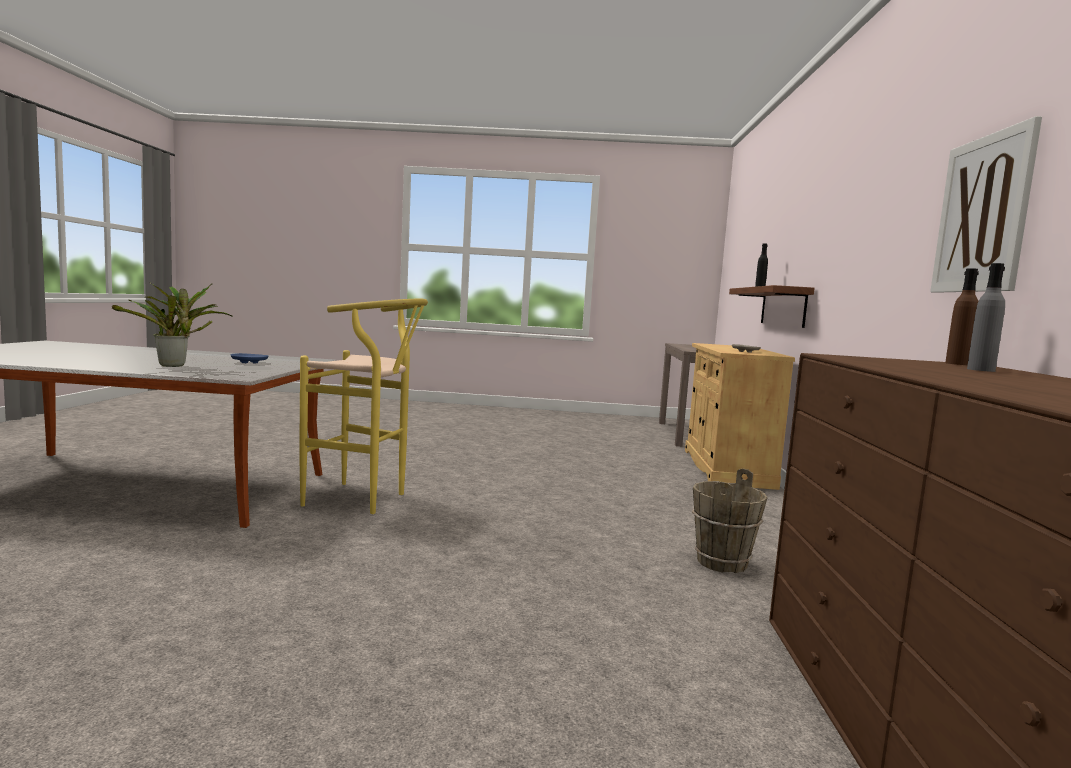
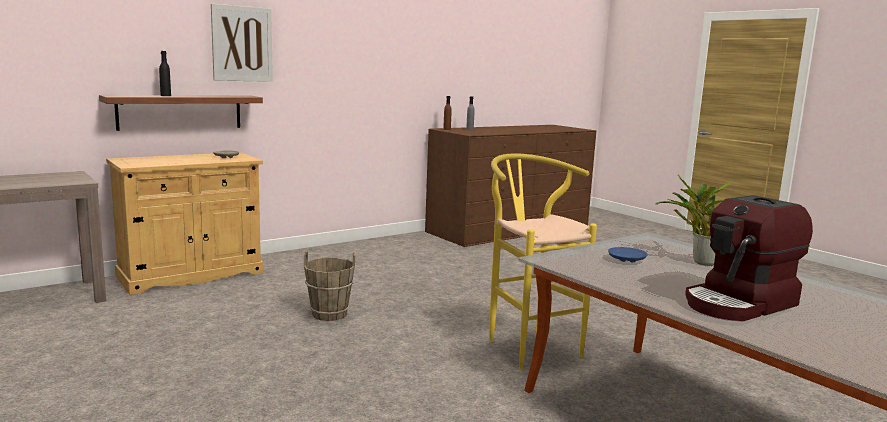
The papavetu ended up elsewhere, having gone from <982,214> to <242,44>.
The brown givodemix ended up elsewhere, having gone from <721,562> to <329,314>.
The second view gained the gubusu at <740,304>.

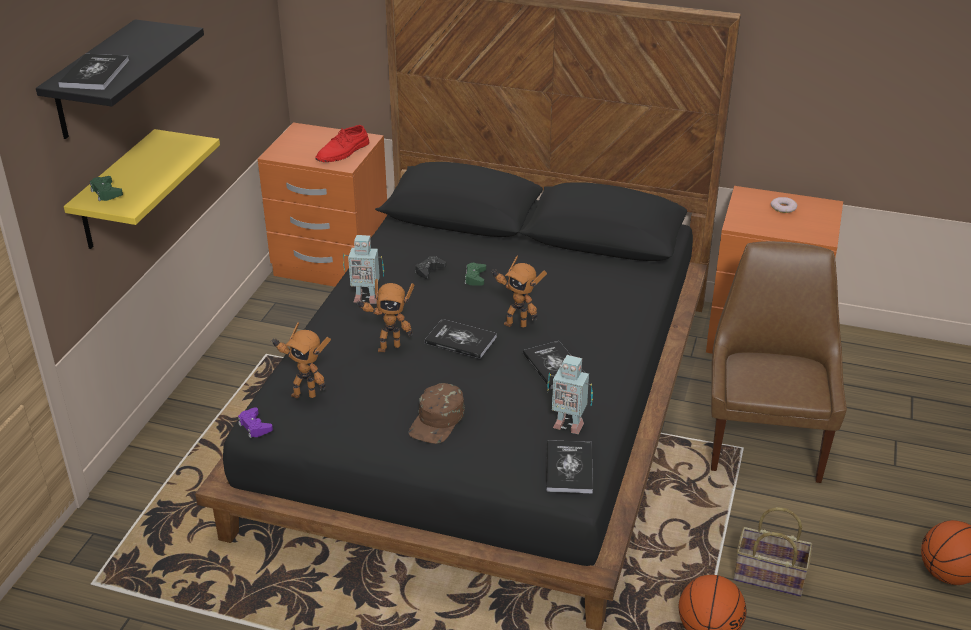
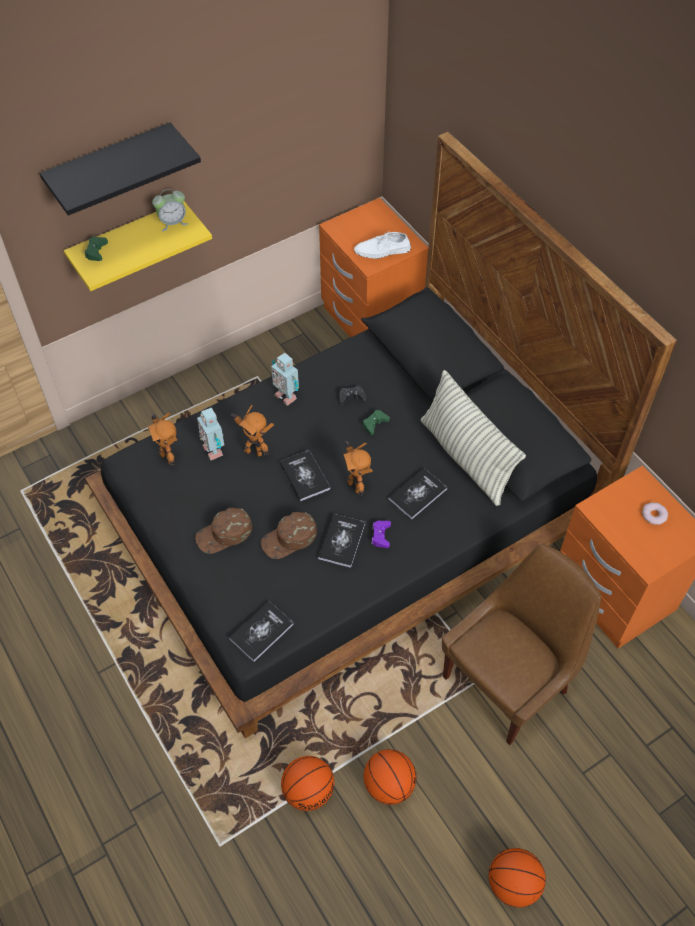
The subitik ended up elsewhere, having gone from <95,73> to <417,494>.
What was the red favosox at <343,152> turned into the white favosox at <382,250>.
The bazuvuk ended up elsewhere, having gone from <568,424> to <214,449>.
The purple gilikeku ended up elsewhere, having gone from <254,426> to <380,536>.
Where the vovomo stood at <767,576>, the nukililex came to stand at <388,784>.
The second view gained the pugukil at <172,222>.
The second view gained the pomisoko at <466,457>.
The second view gained the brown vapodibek at <289,539>.

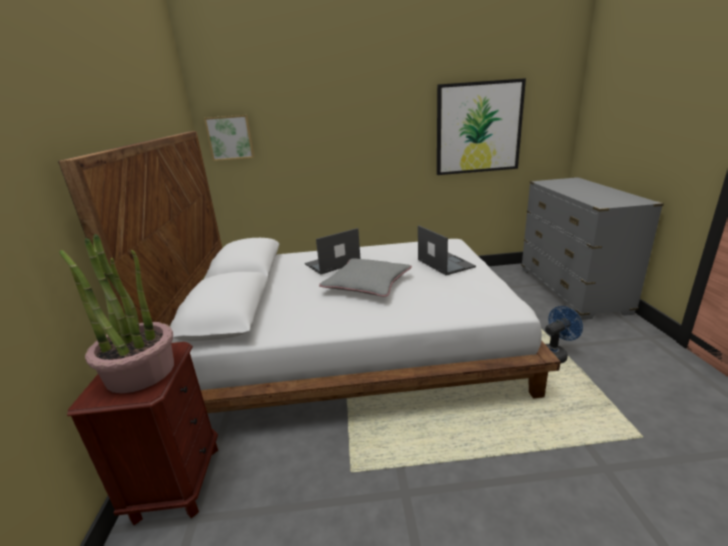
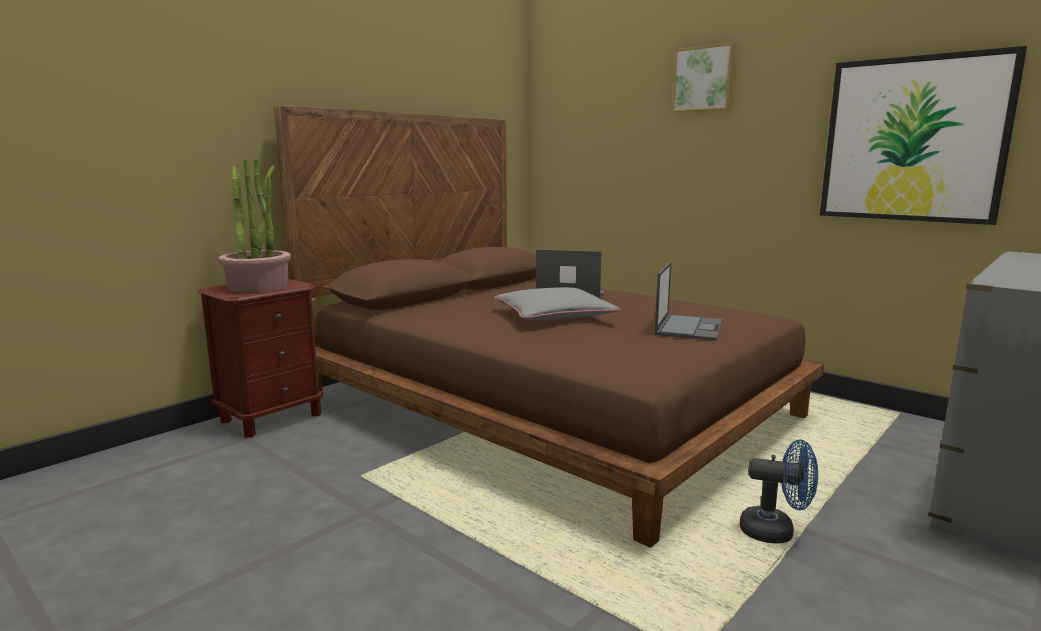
The papavetu ended up elsewhere, having gone from <230,137> to <704,79>.
What was the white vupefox at <353,343> turned into the brown vupefox at <548,405>.

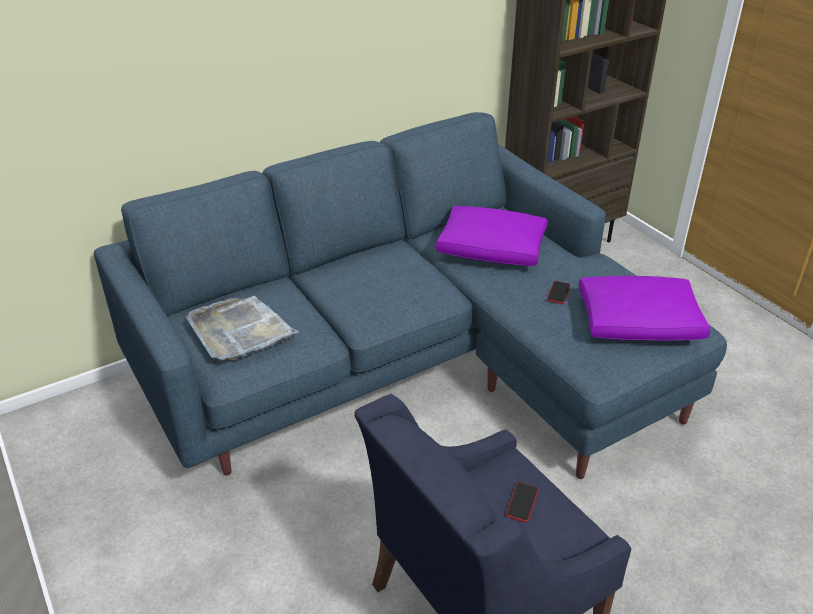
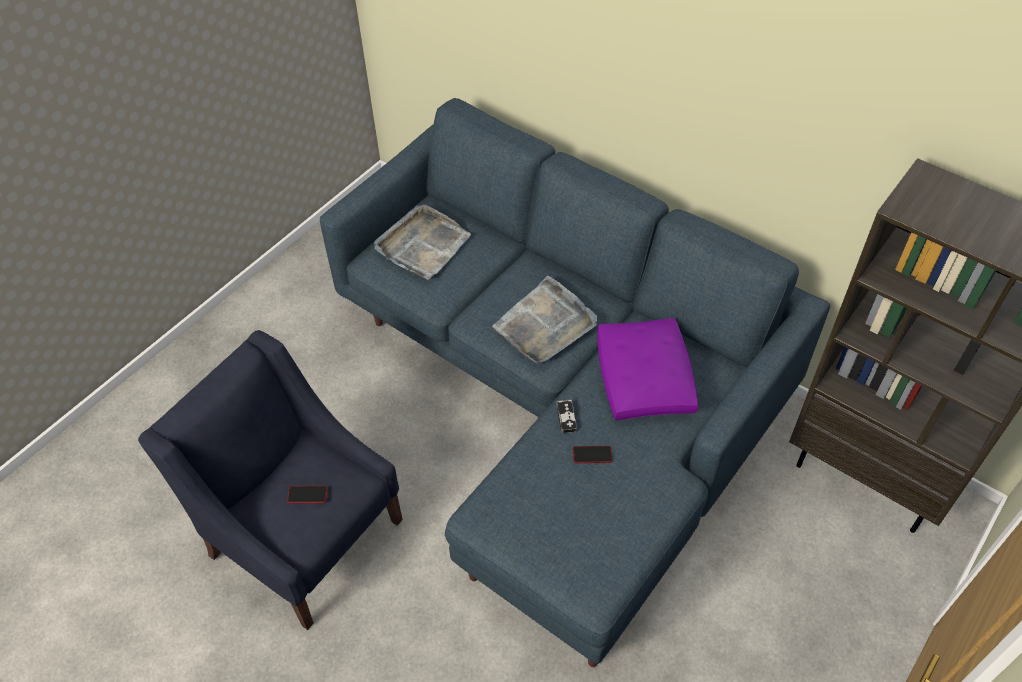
The second view lost the purple pomisoko at <639,322>.
The second view gained the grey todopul at <545,325>.
The second view gained the gilikeku at <566,417>.

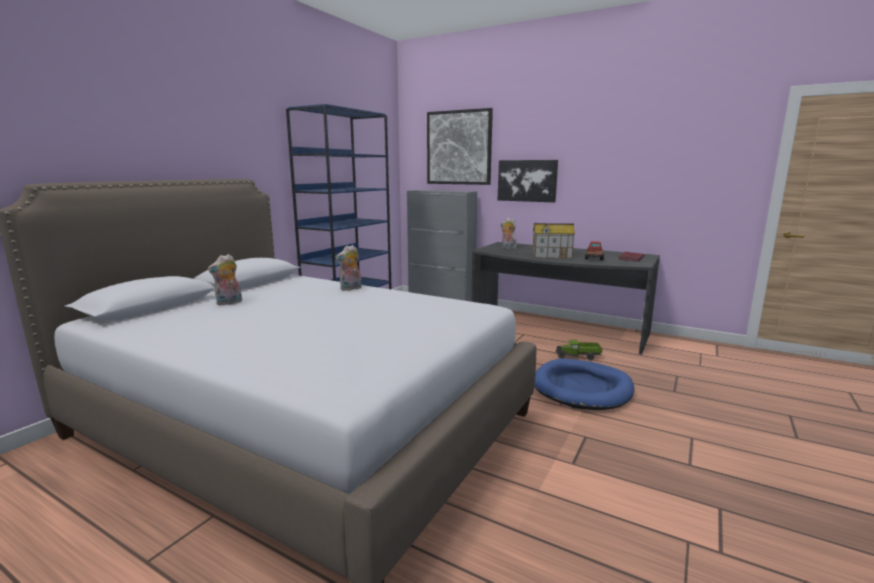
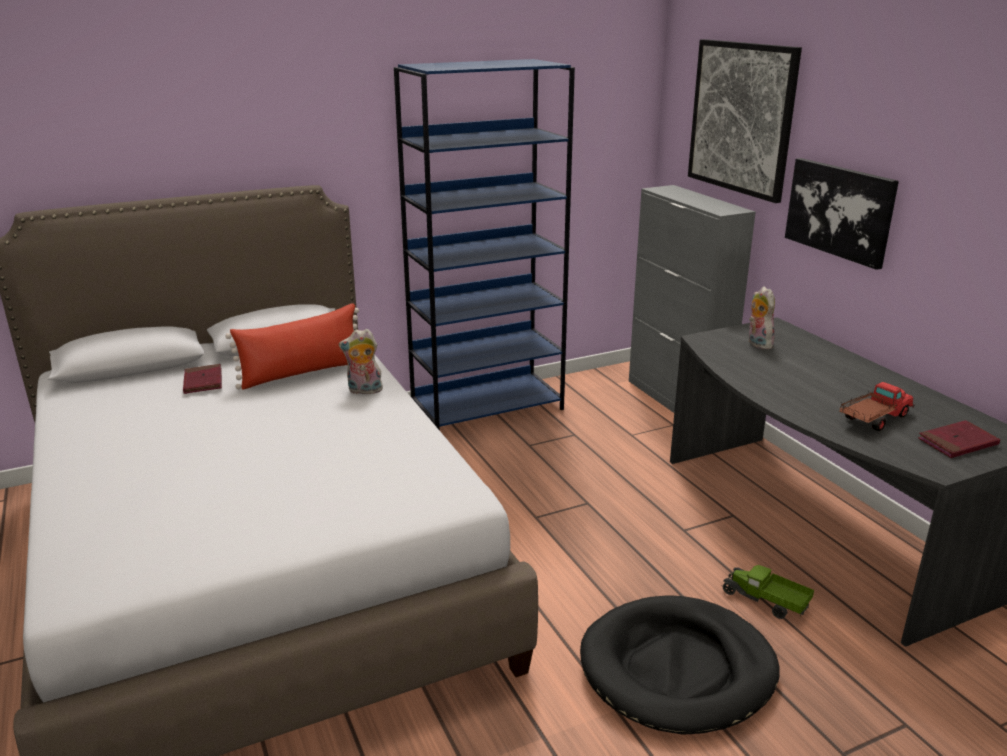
The second view lost the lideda at <552,255>.
Where the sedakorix stood at <229,303>, the red subitik came to stand at <203,382>.
What was the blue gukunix at <582,388> turned into the black gukunix at <677,669>.
The second view gained the red pomisoko at <303,373>.

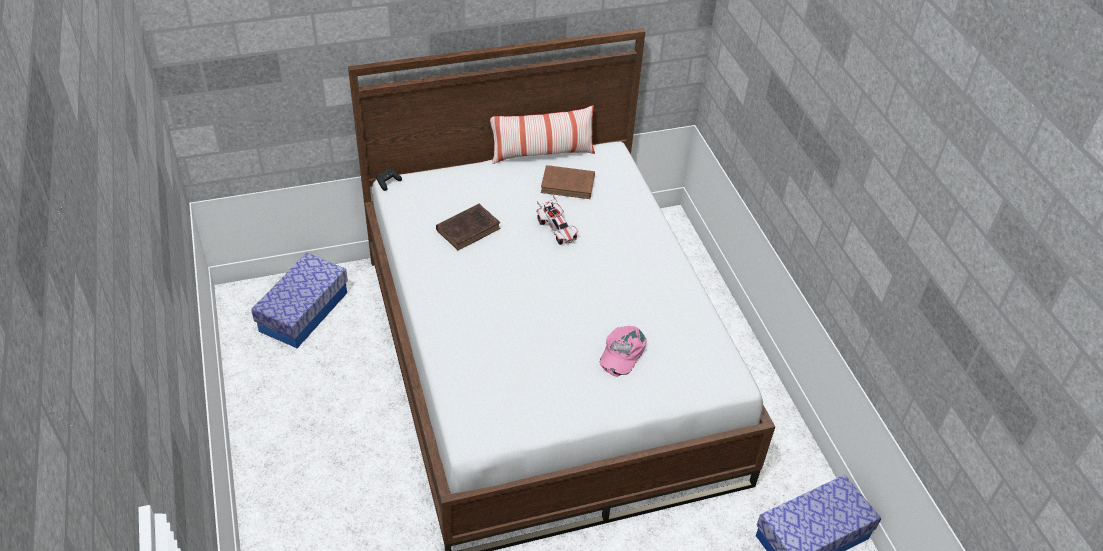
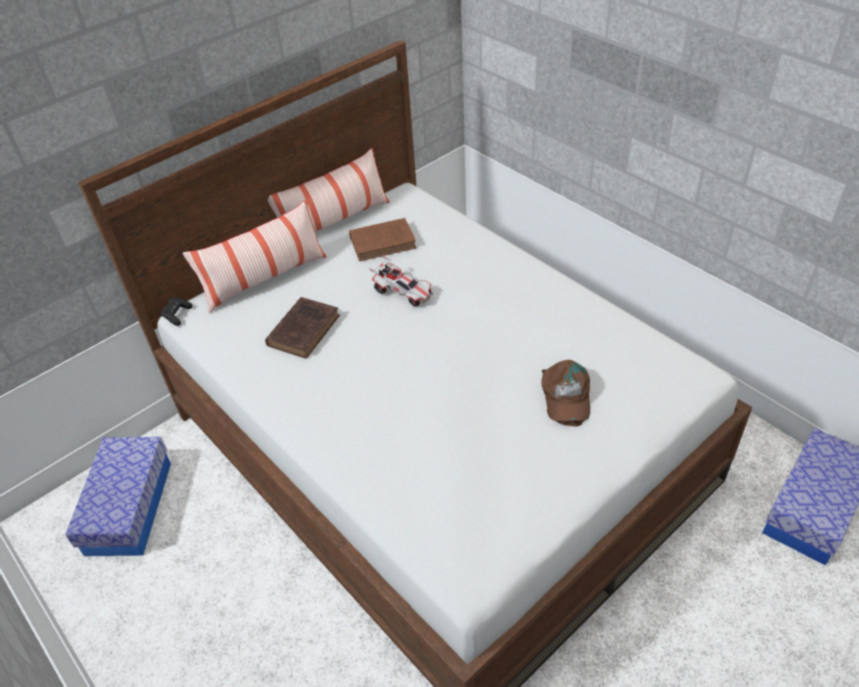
What was the pink vapodibek at <621,353> turned into the brown vapodibek at <565,396>.
The second view gained the pomisoko at <265,279>.

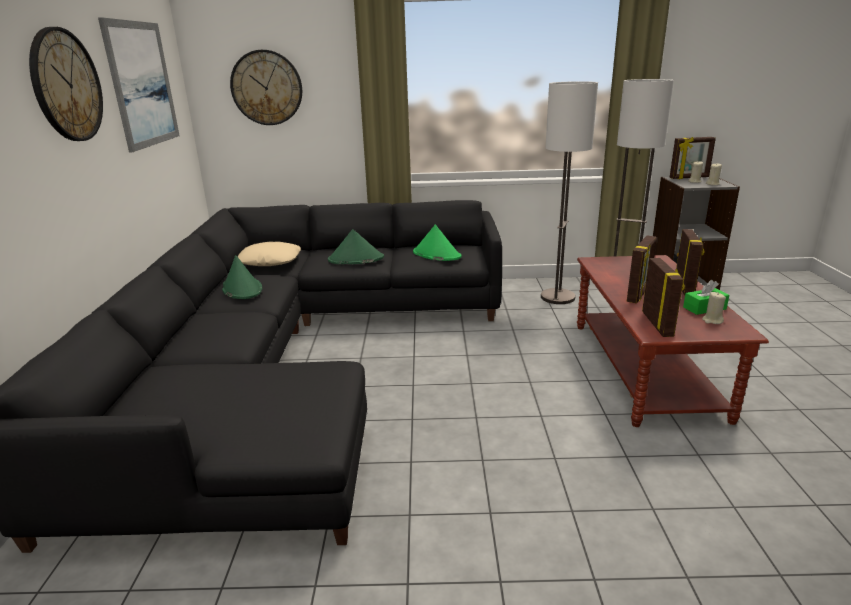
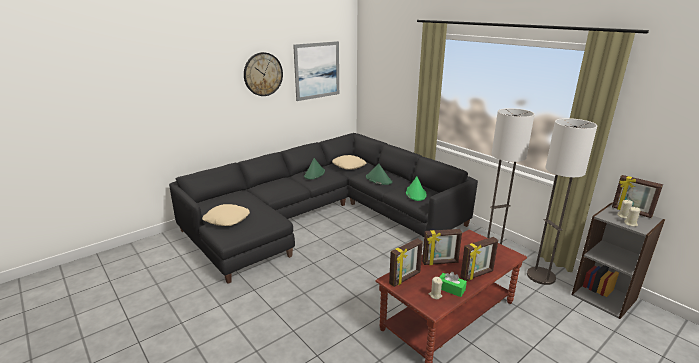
The second view lost the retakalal at <267,88>.
The second view gained the beige pomisoko at <226,219>.

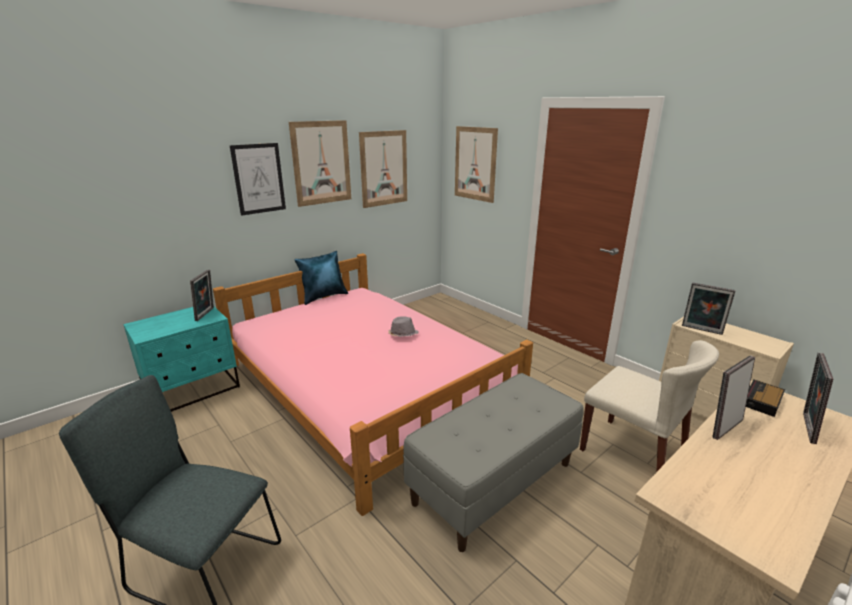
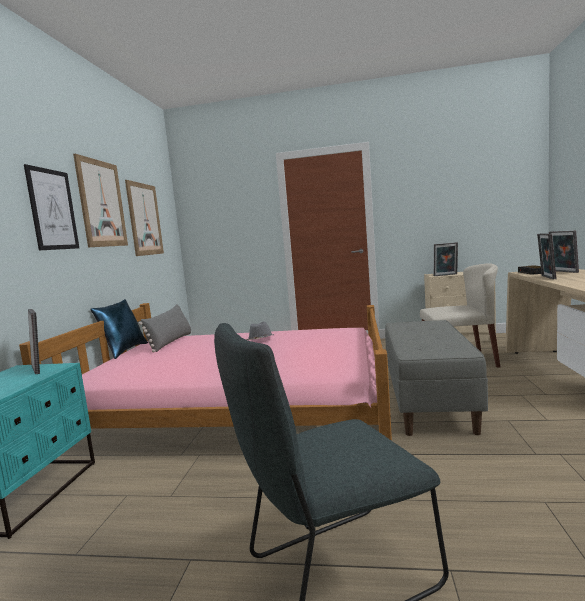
The second view lost the papavetu at <475,164>.
The second view gained the grey pomisoko at <170,342>.

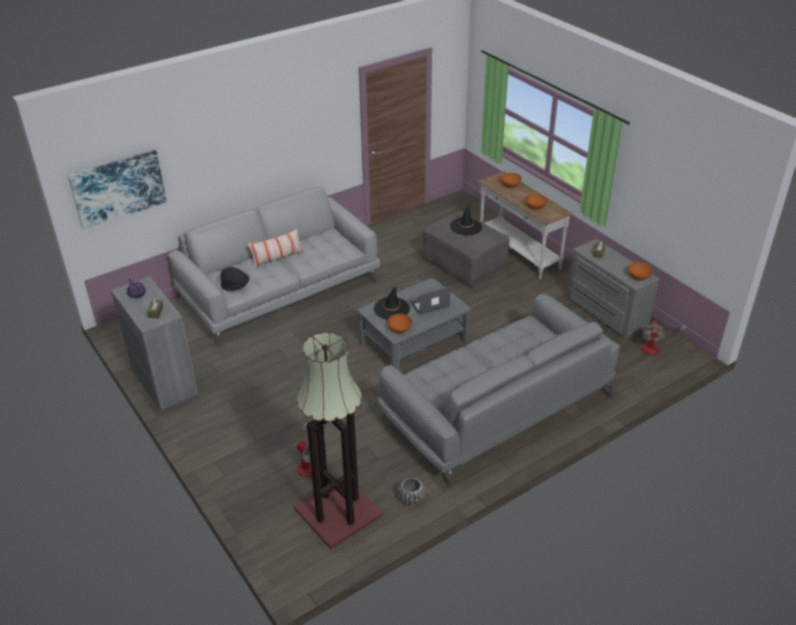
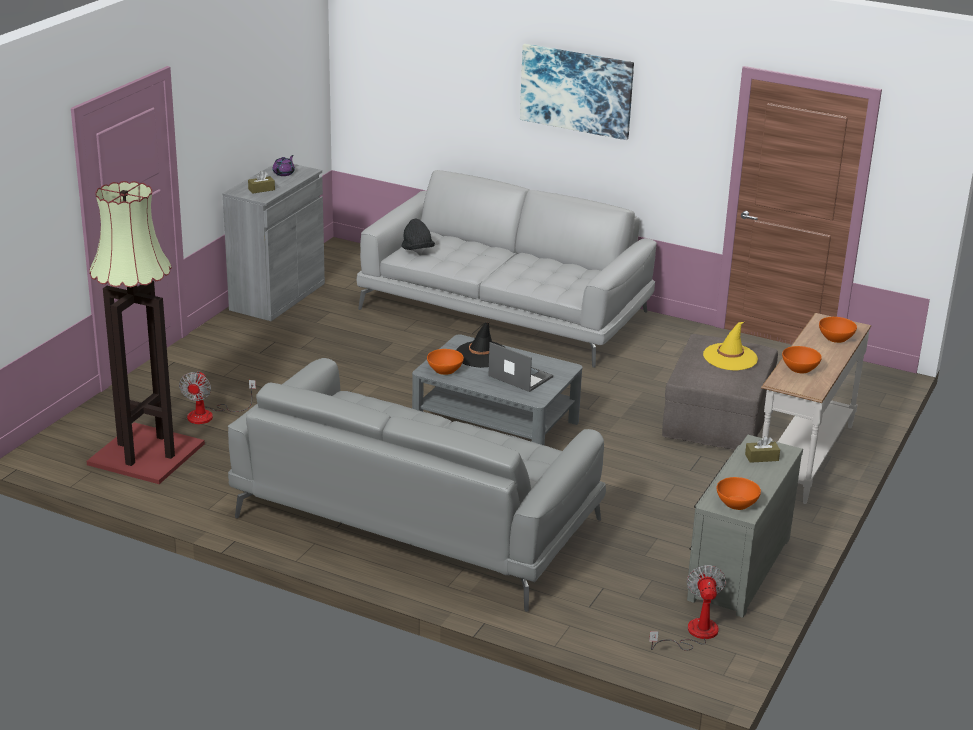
The papavetu ended up elsewhere, having gone from <118,188> to <576,90>.
What was the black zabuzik at <466,227> turned into the yellow zabuzik at <730,357>.
The second view lost the pomisoko at <277,258>.
The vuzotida at <655,347> ended up facing another way, 105 degrees clockwise from before.
The second view lost the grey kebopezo at <411,498>.

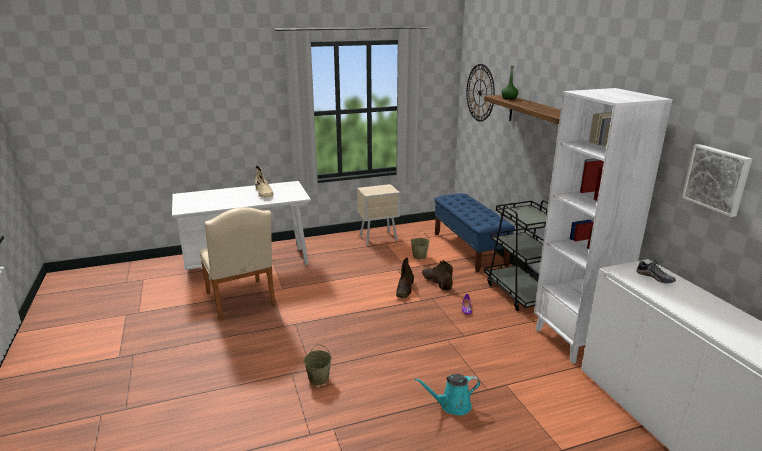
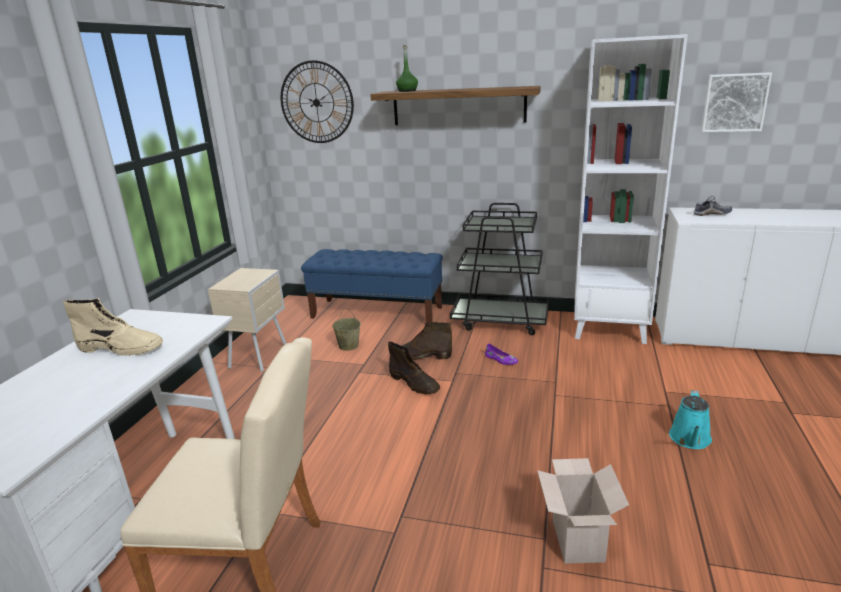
Where the beige givodemix stood at <318,378>, the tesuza came to stand at <575,539>.

